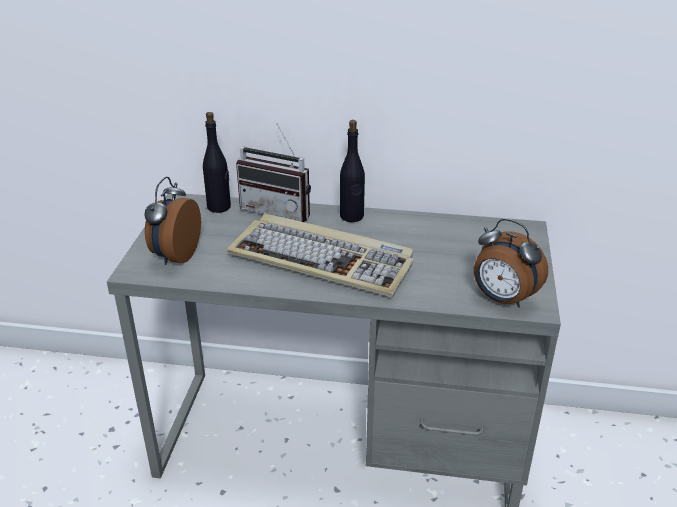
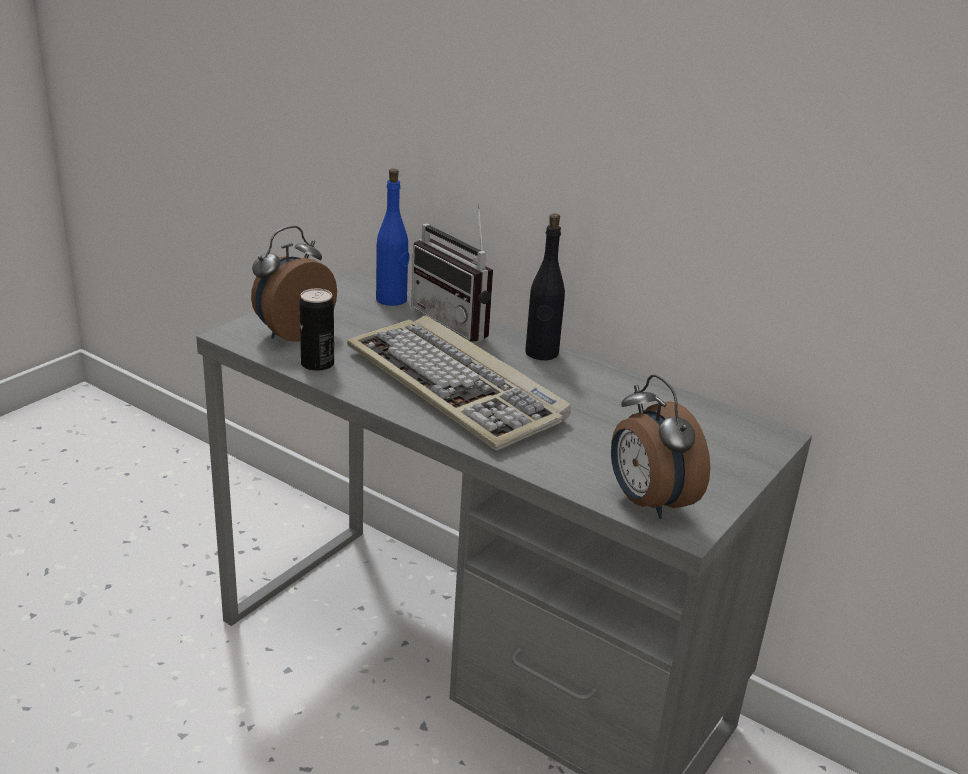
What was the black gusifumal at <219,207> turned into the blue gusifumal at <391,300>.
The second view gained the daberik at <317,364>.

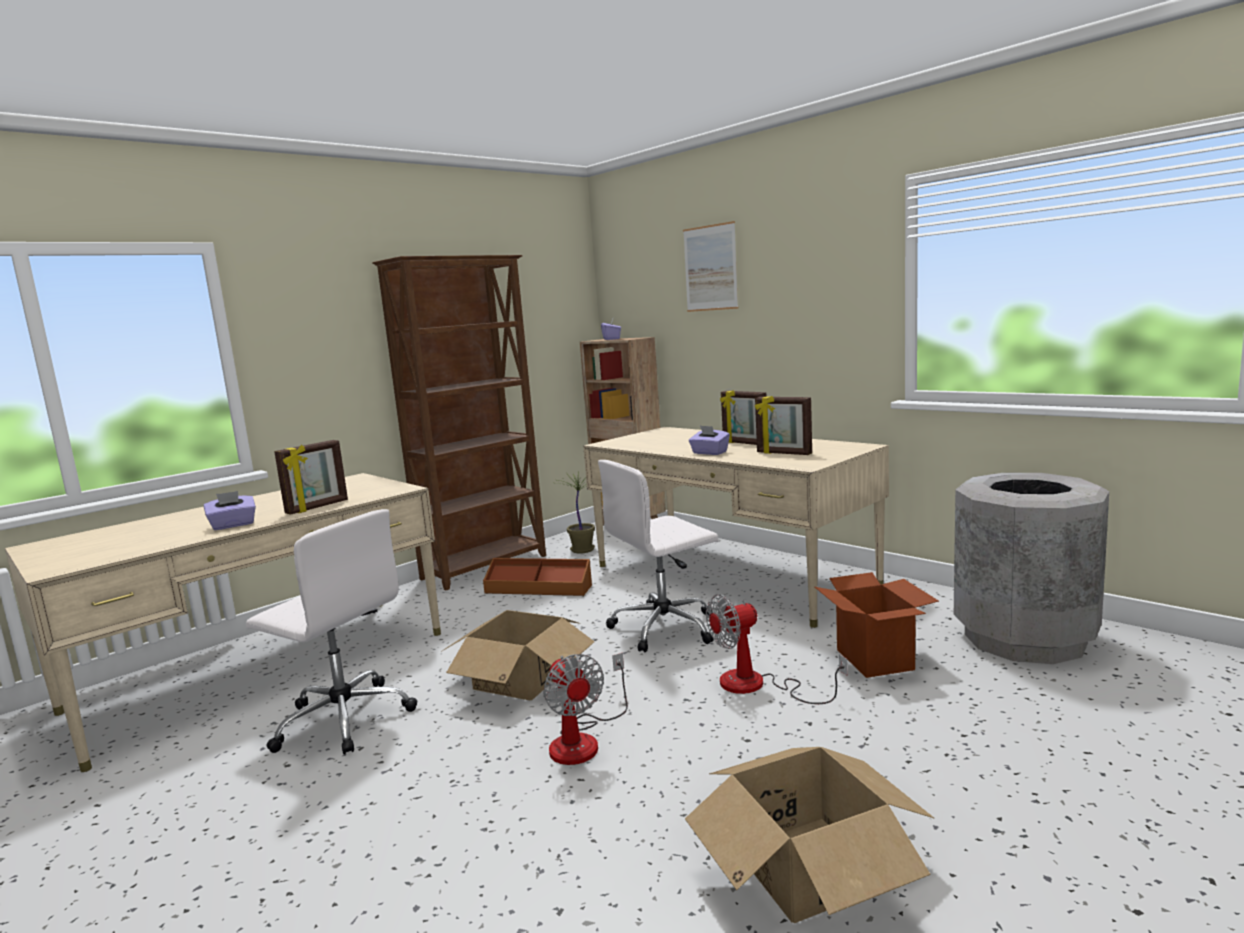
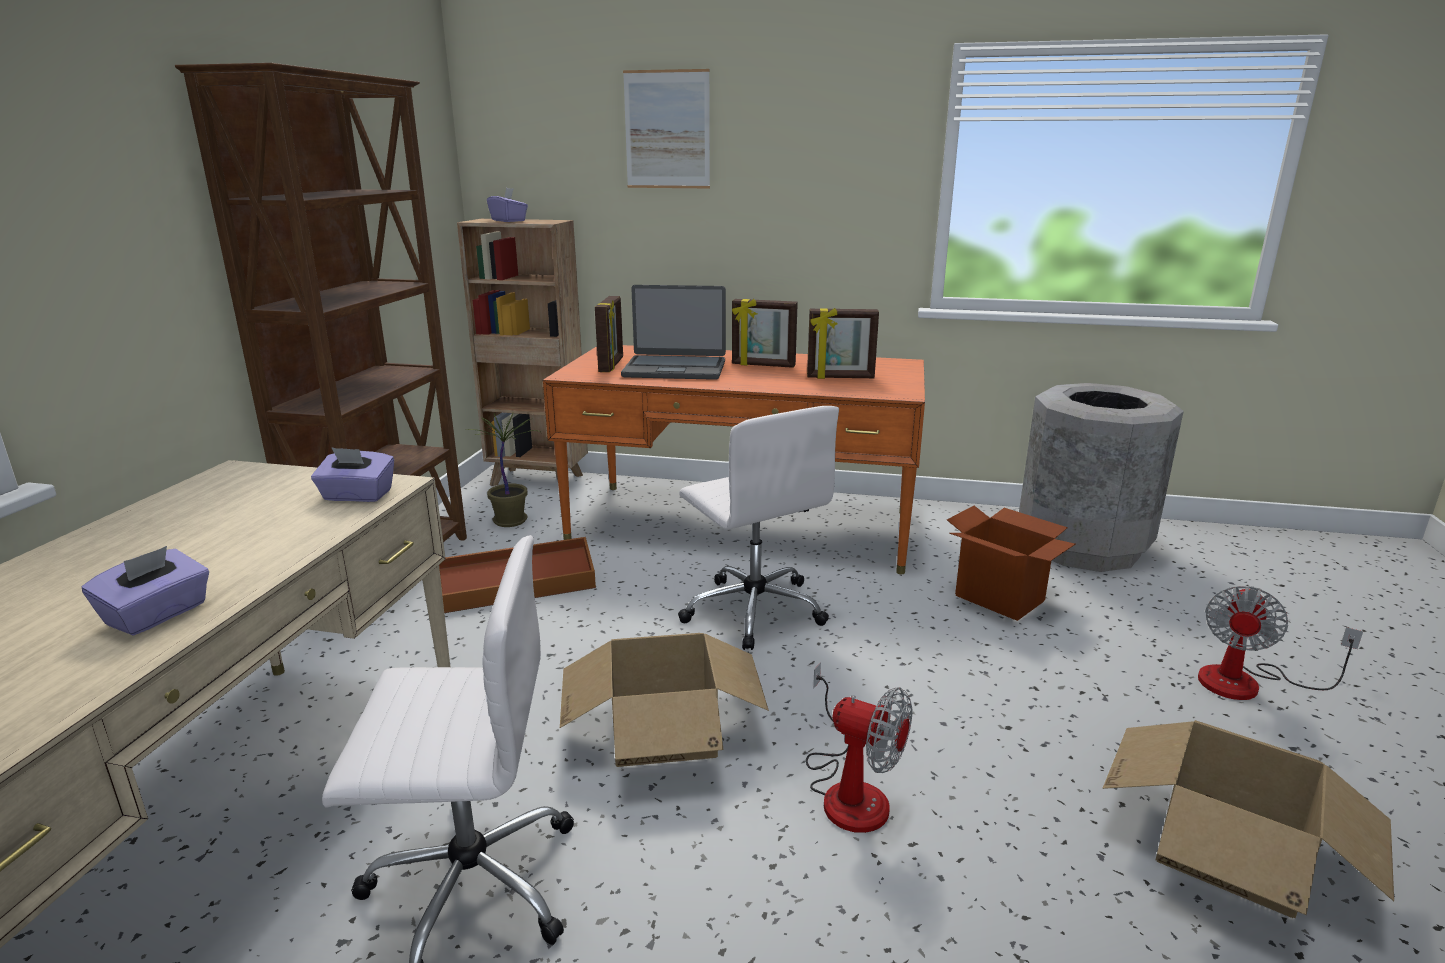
The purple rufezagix ended up elsewhere, having gone from <709,453> to <357,496>.
What was the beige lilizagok at <730,575> turned into the orange lilizagok at <741,526>.
The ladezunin ended up elsewhere, having gone from <318,507> to <612,365>.
The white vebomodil at <666,627> ended up facing another way, 60 degrees counterclockwise from before.
The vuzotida ended up elsewhere, having gone from <757,686> to <1247,683>.
The second view gained the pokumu at <675,369>.

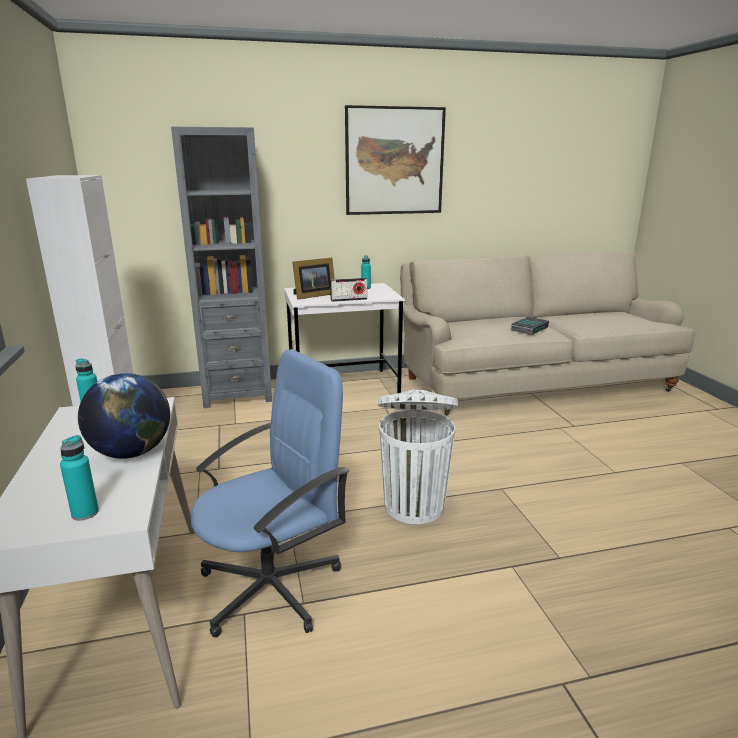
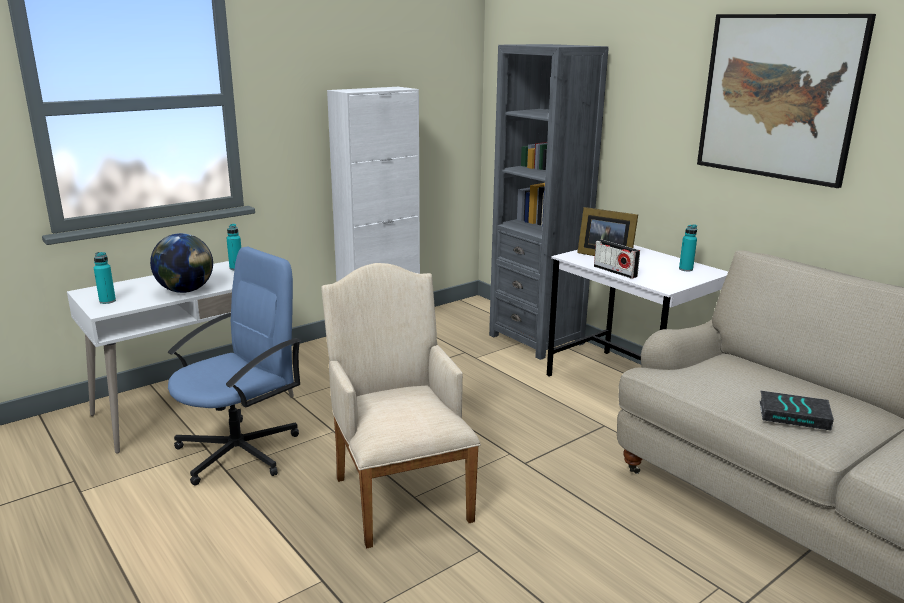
The blue vebomodil at <272,587> ended up facing another way, 75 degrees counterclockwise from before.
Where the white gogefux stood at <414,504>, the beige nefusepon came to stand at <400,493>.

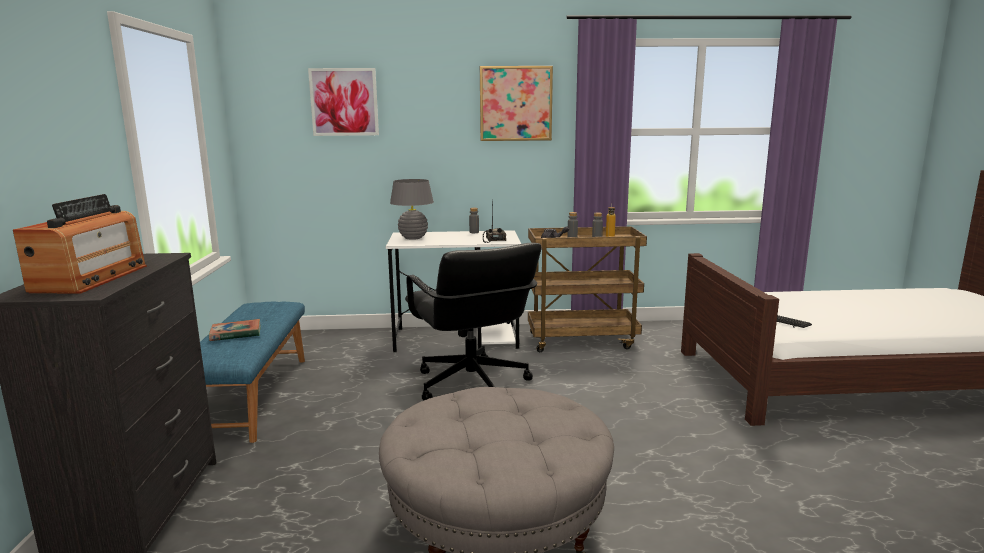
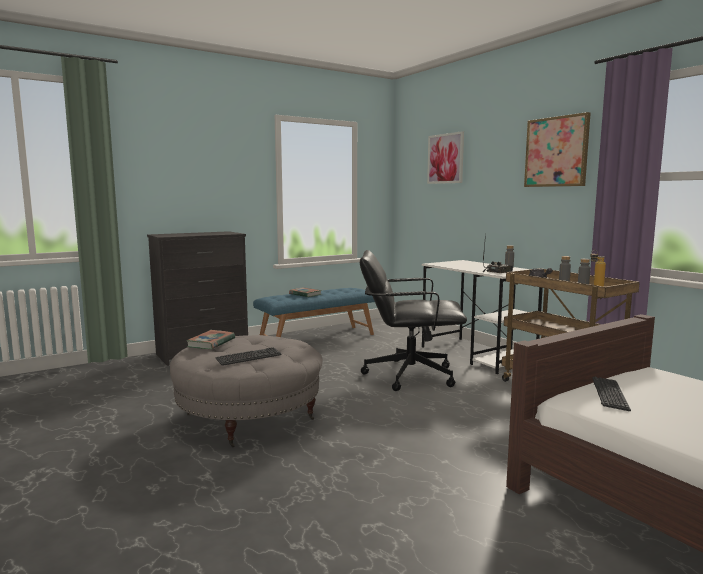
The second view lost the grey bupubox at <413,238>.
The second view lost the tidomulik at <91,278>.
The black vebomodil at <471,385> ended up facing another way, 60 degrees clockwise from before.
The second view gained the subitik at <211,343>.
The second view gained the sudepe at <249,358>.

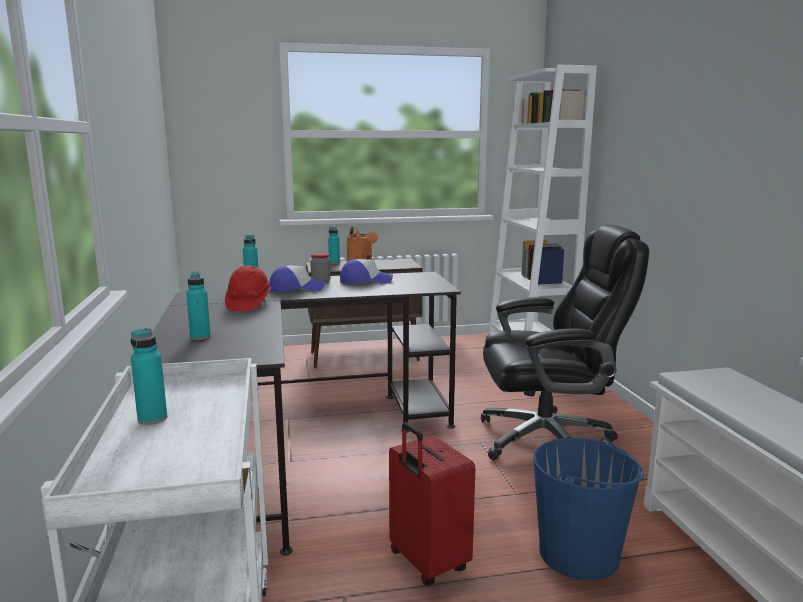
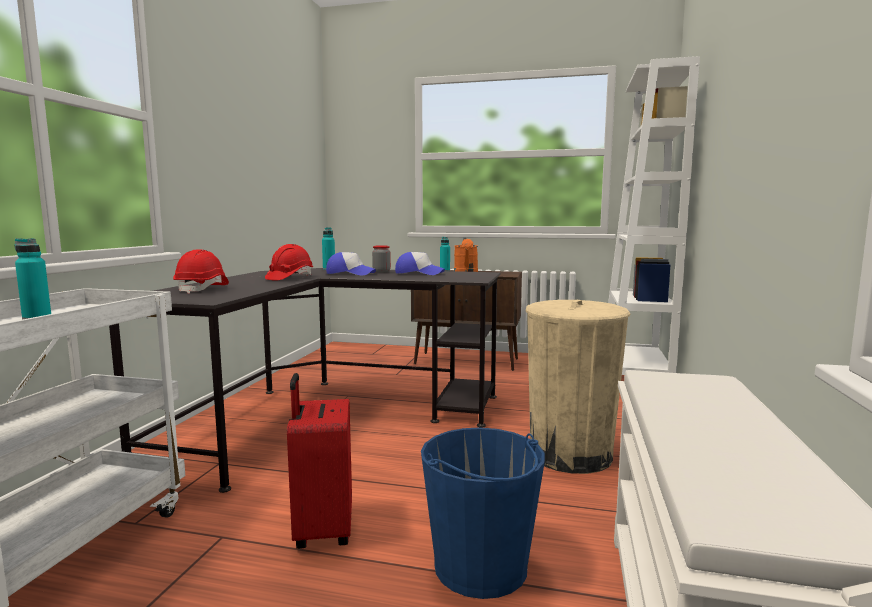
Where the black vebomodil stood at <548,439>, the beige gogefux came to stand at <570,454>.
Where the turquoise gusifumal stood at <200,337>, the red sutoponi came to stand at <203,289>.

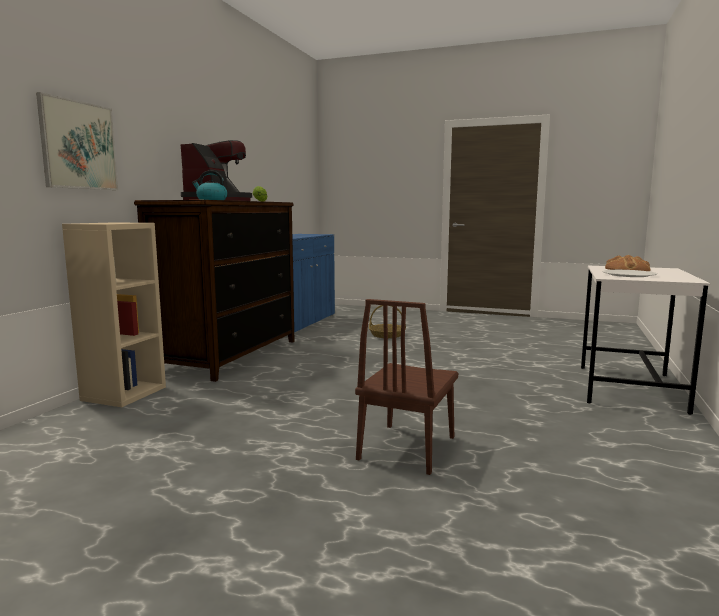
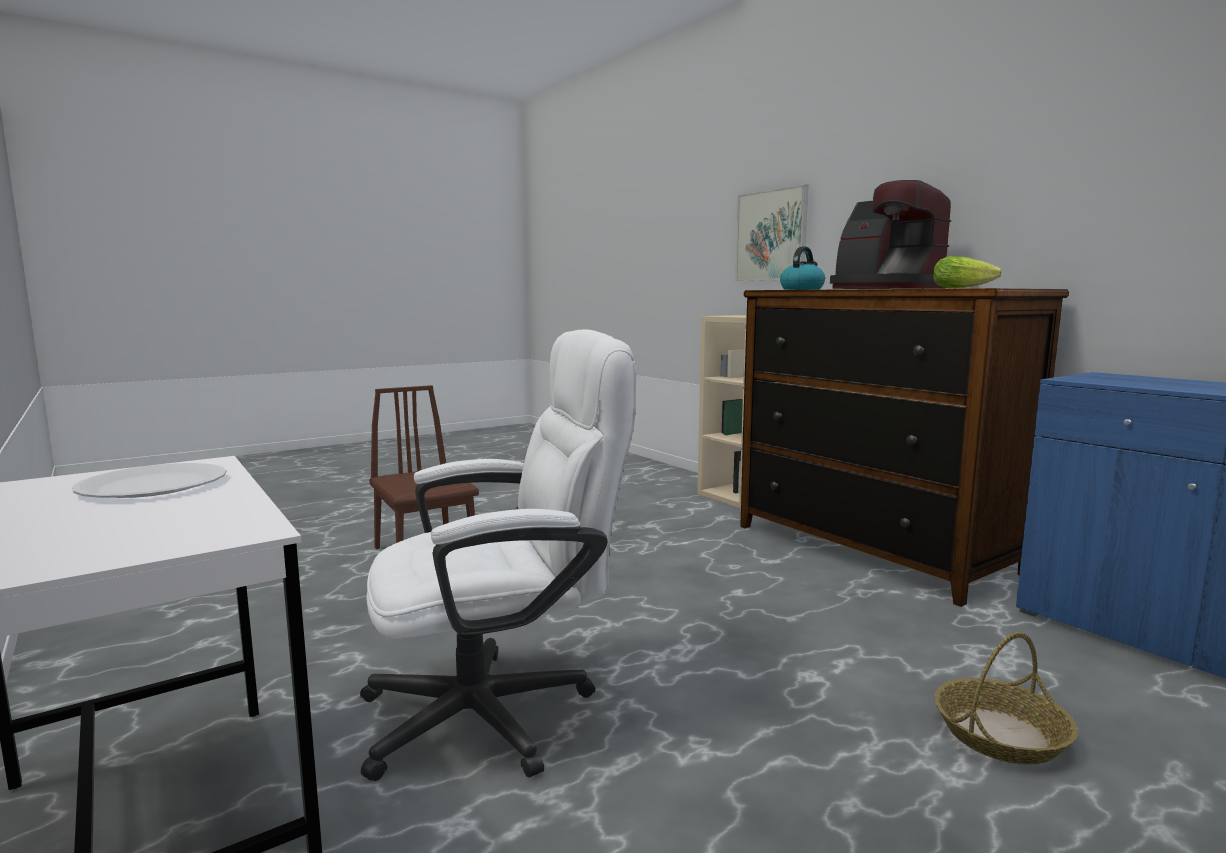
The second view lost the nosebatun at <627,269>.
The second view gained the white vebomodil at <500,711>.

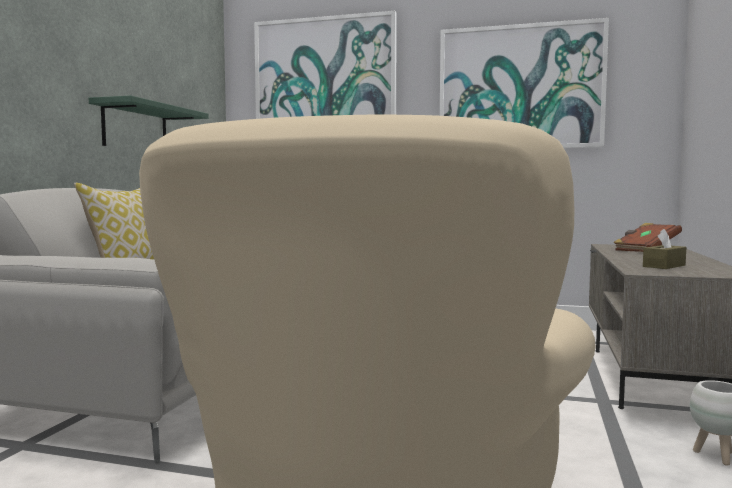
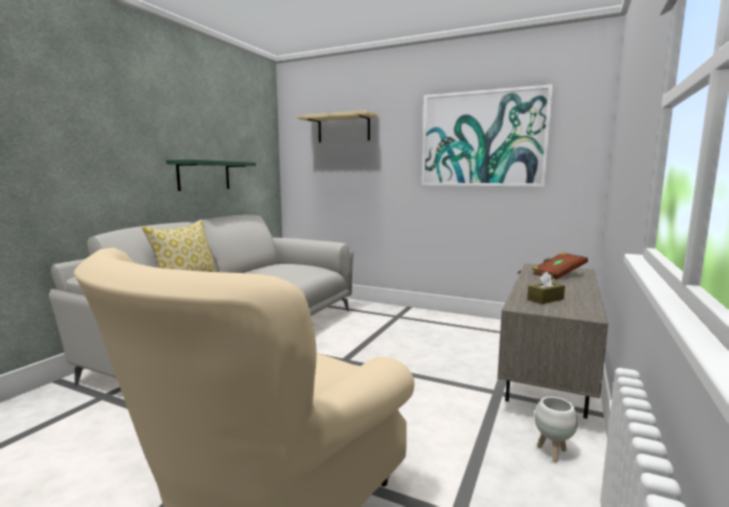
Where the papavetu hung at <325,75>, the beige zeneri came to hang at <343,129>.

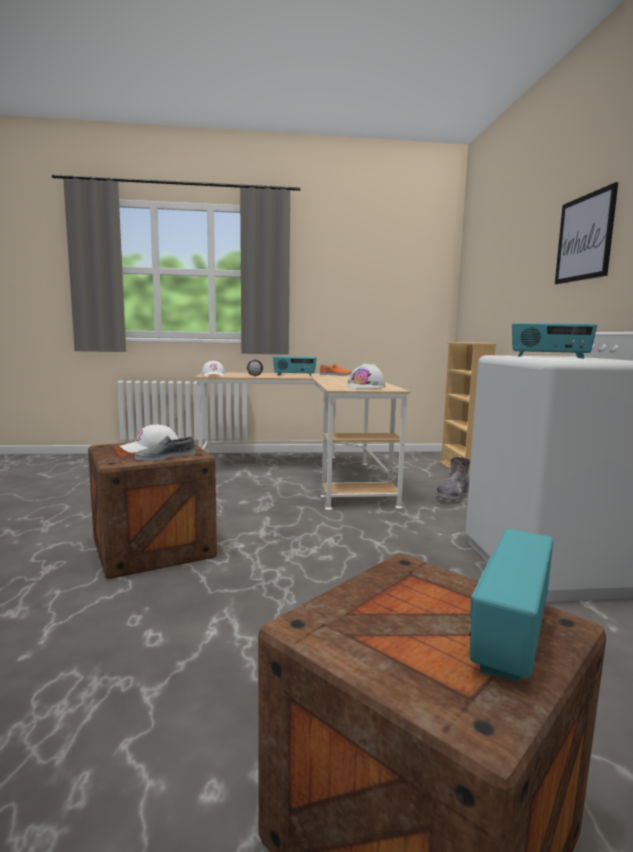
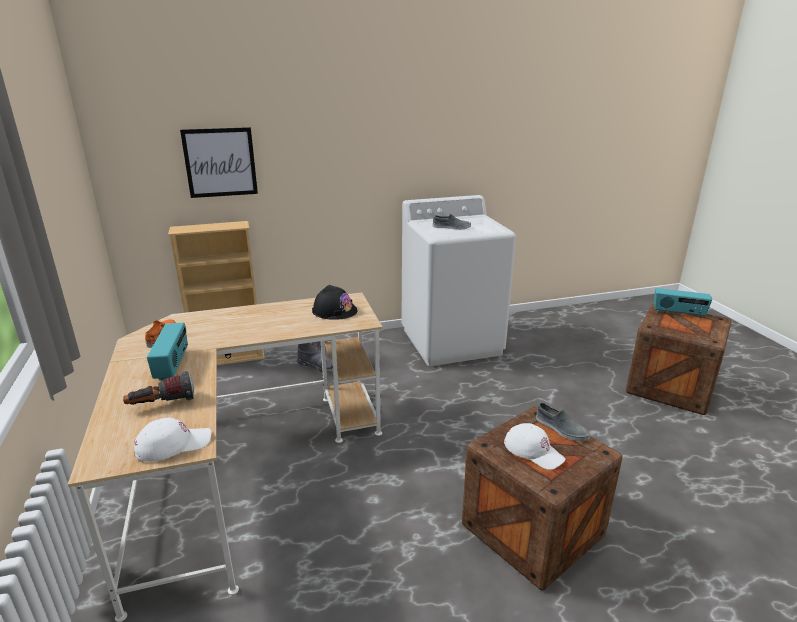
The papavetu ended up elsewhere, having gone from <584,238> to <220,162>.
Where the tidomulik stood at <549,357>, the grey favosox came to stand at <451,227>.
What was the white sutoponi at <366,387> turned into the black sutoponi at <334,310>.

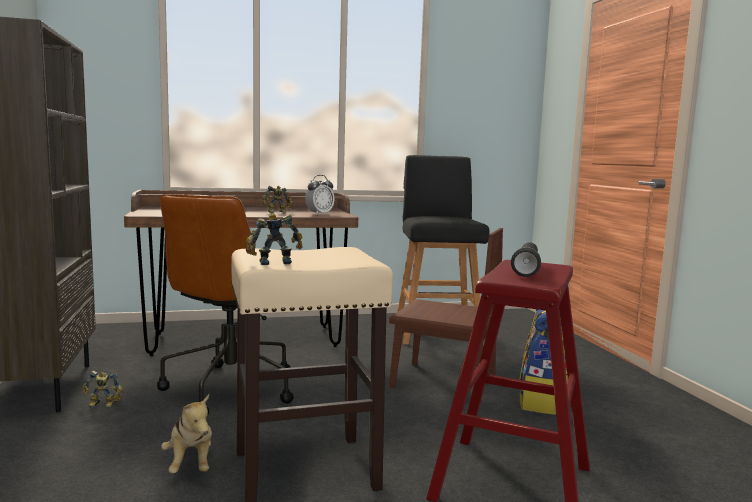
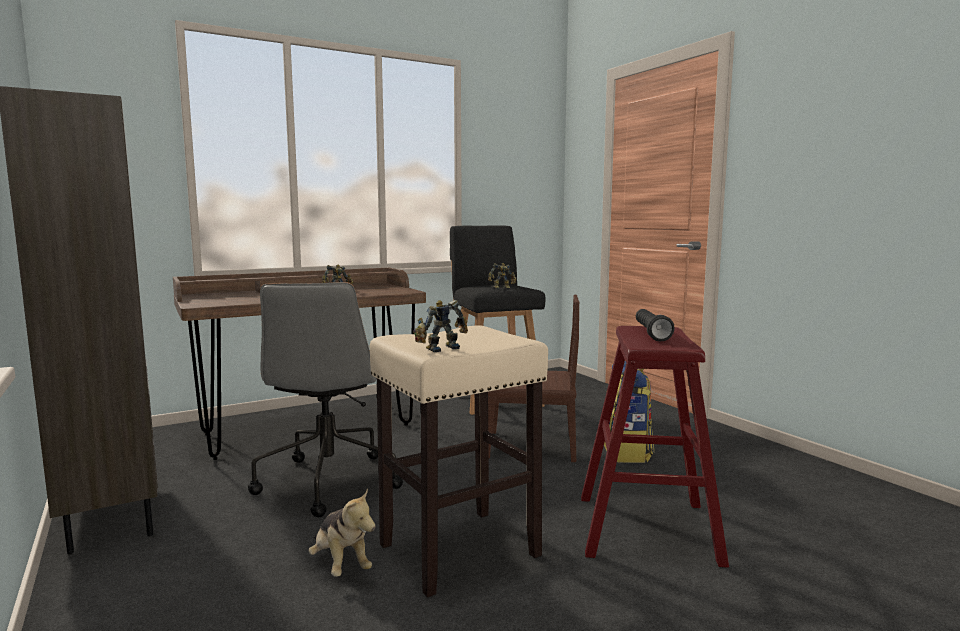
The second view lost the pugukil at <319,214>.
What was the brown vebomodil at <231,388> turned into the grey vebomodil at <328,481>.
The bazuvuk ended up elsewhere, having gone from <102,405> to <502,288>.

